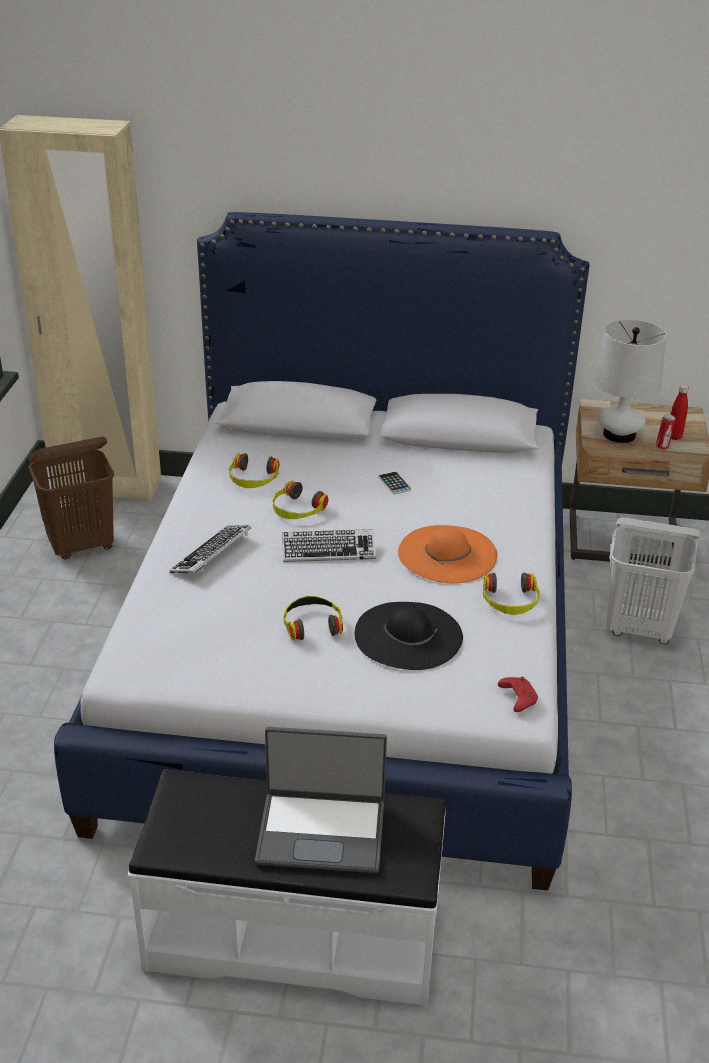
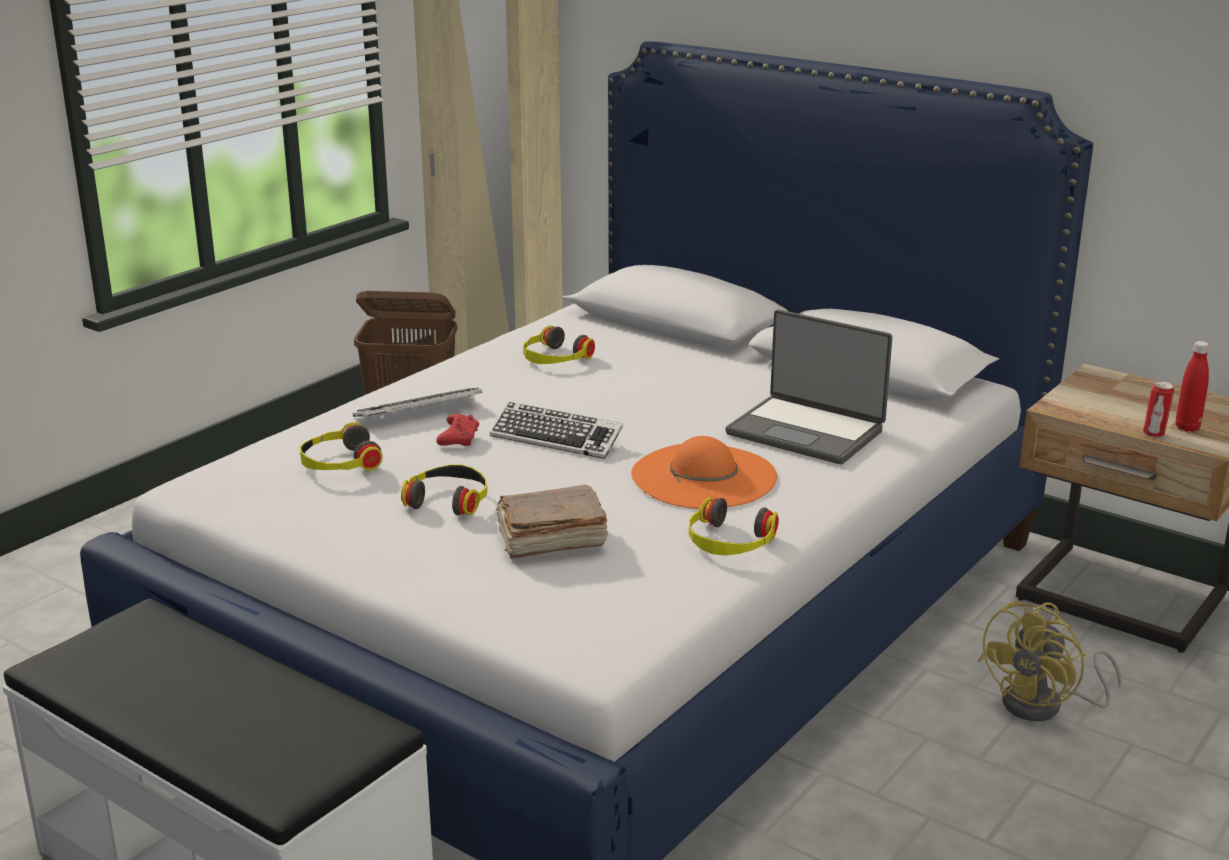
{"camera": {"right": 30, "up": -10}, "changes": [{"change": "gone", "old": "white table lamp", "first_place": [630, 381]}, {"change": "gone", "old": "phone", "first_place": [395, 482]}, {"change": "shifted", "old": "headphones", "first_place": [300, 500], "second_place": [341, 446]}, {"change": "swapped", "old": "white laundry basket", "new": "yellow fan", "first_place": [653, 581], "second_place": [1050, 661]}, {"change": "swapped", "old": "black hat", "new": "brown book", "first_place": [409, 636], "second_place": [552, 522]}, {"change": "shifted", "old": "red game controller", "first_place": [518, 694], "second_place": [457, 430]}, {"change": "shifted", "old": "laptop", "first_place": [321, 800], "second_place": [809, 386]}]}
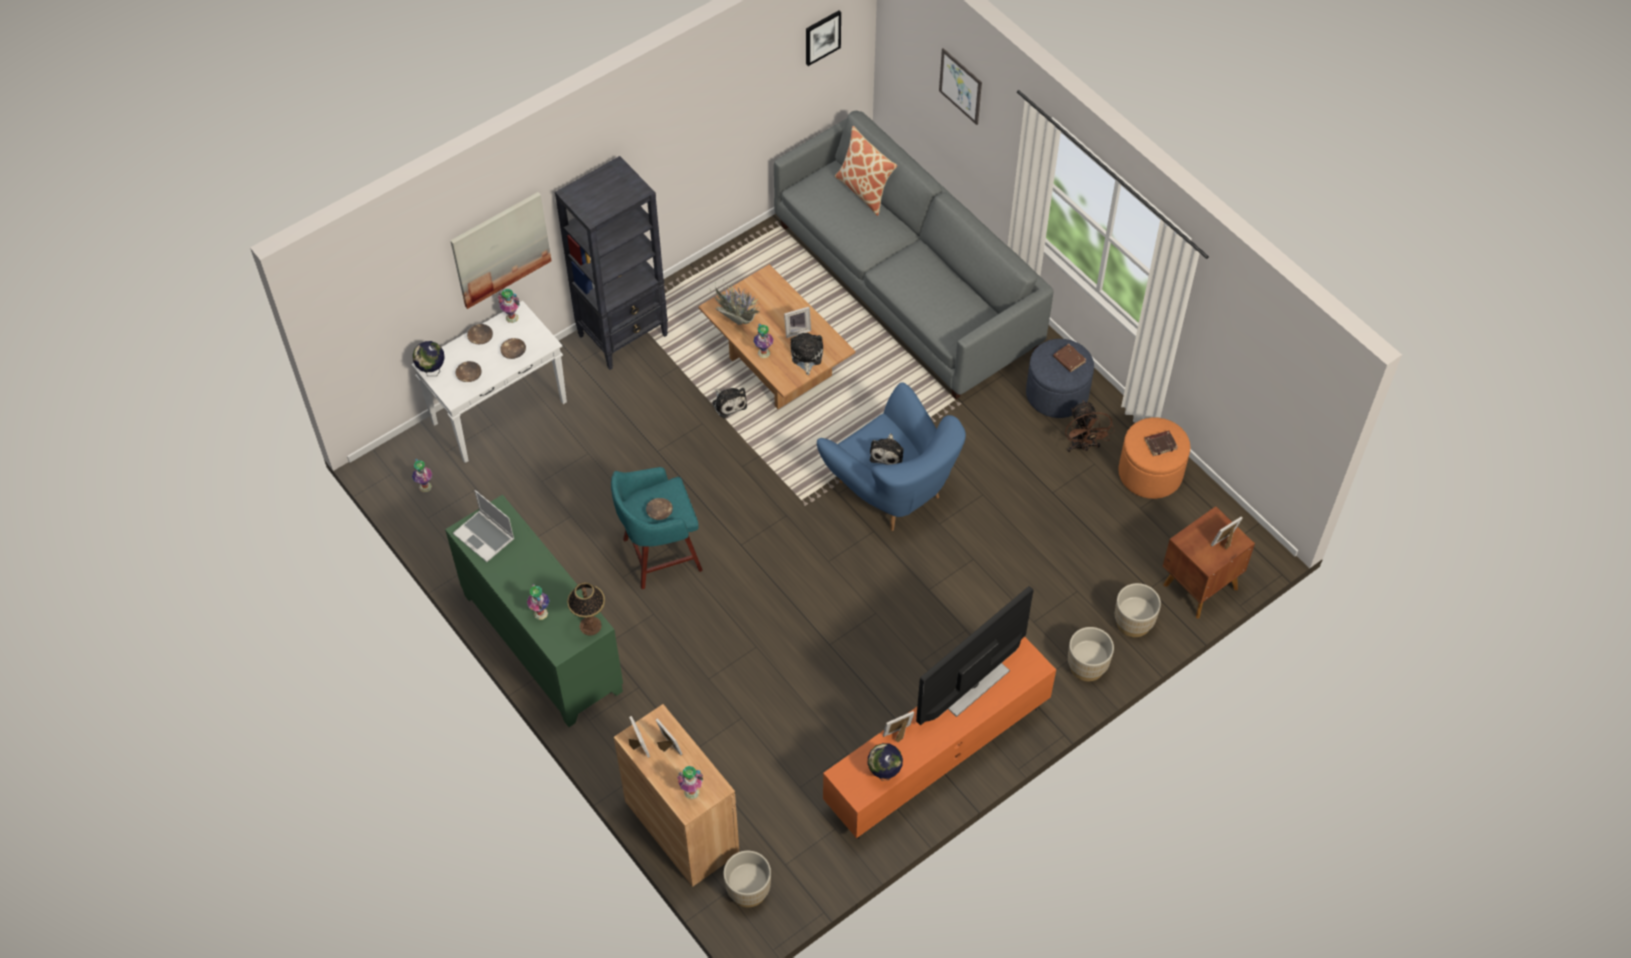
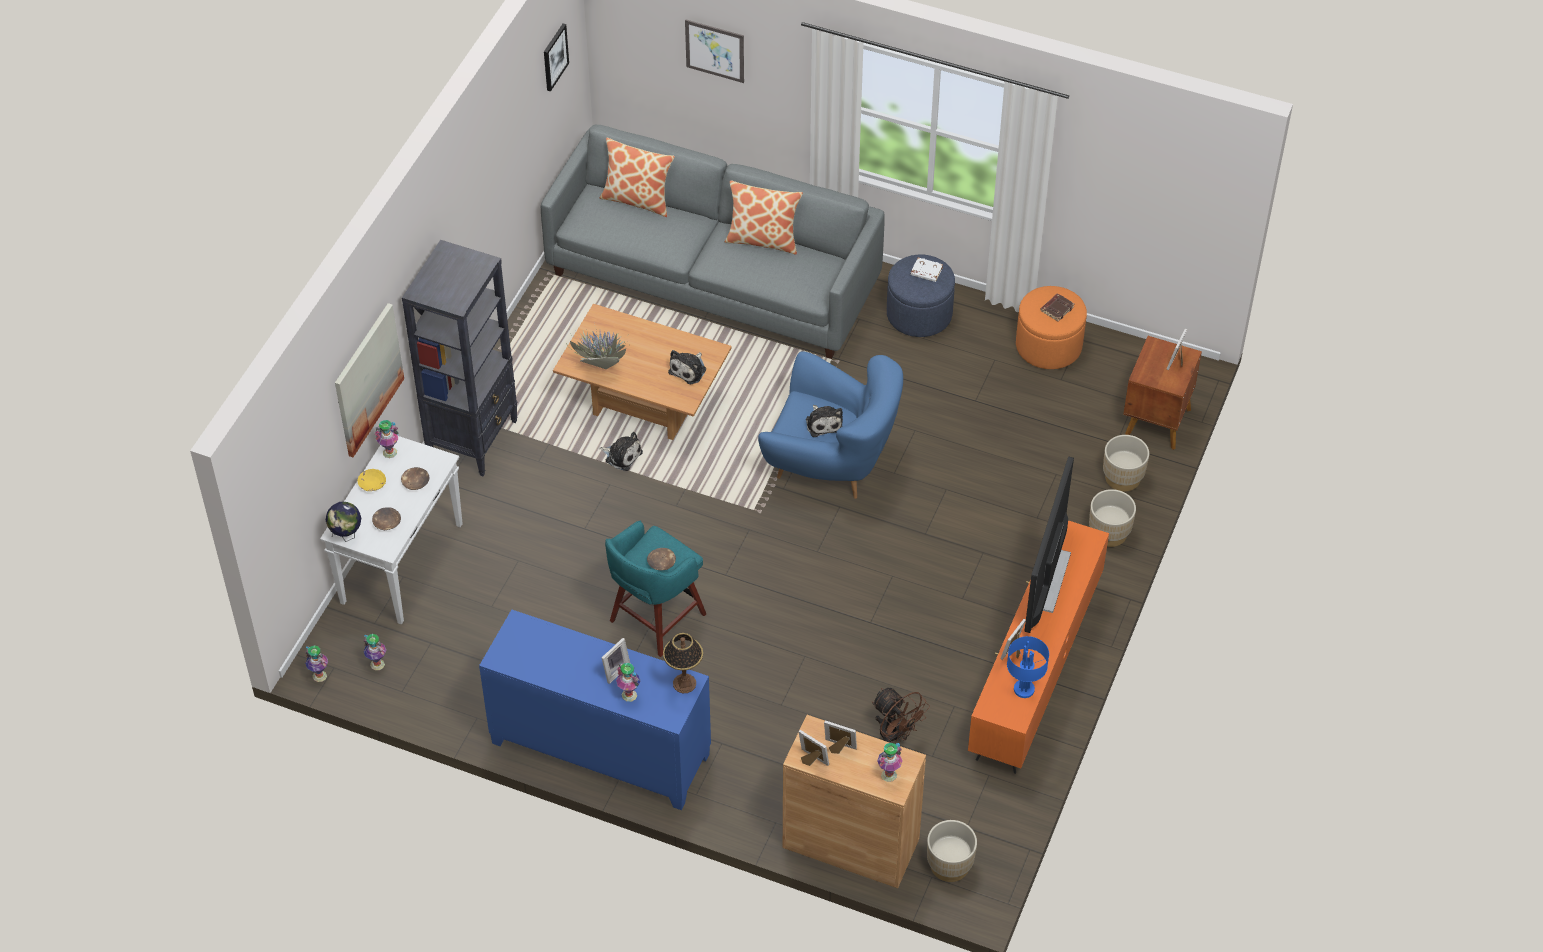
{"camera": {"right": -30, "up": -5}, "changes": [{"change": "shifted", "old": "picture frame", "first_place": [797, 322], "second_place": [616, 661]}, {"change": "repainted", "old": "brown bowl", "new": "yellow bowl", "first_place": [480, 334], "second_place": [371, 480]}, {"change": "shifted", "old": "vase", "first_place": [763, 341], "second_place": [316, 663]}, {"change": "rotated", "old": "plush toy", "first_place": [806, 354], "second_place": [687, 367], "degrees": -120}, {"change": "repainted", "old": "brown book", "new": "white book", "first_place": [1069, 358], "second_place": [927, 269]}, {"change": "shifted", "old": "brown fan", "first_place": [1090, 426], "second_place": [901, 715]}, {"change": "gone", "old": "laptop", "first_place": [483, 526]}, {"change": "repainted", "old": "green cabinet", "new": "blue cabinet", "first_place": [534, 610], "second_place": [595, 710]}, {"change": "swapped", "old": "globe", "new": "blue table lamp", "first_place": [885, 761], "second_place": [1028, 667]}, {"change": "new", "new": "pillow", "second_place": [764, 217]}]}
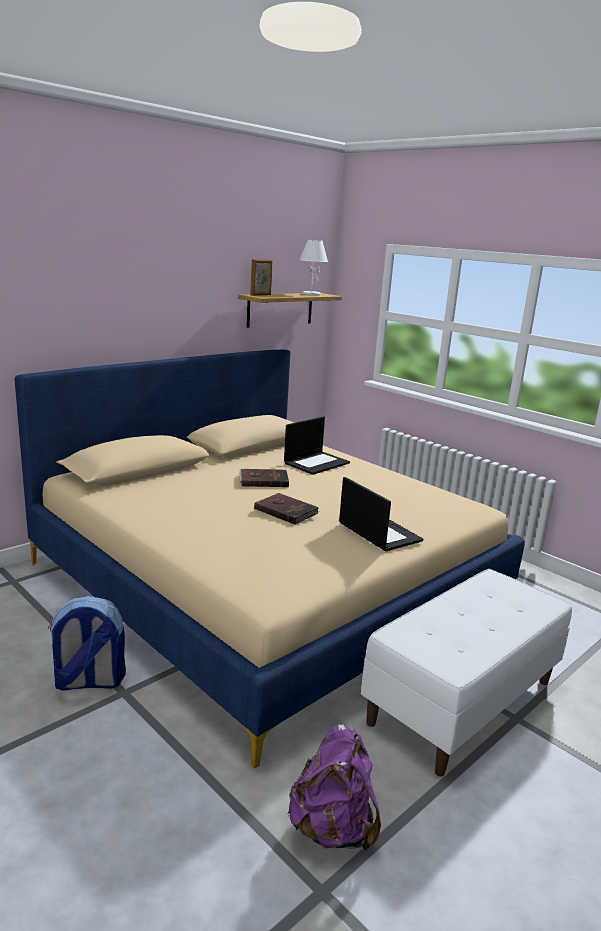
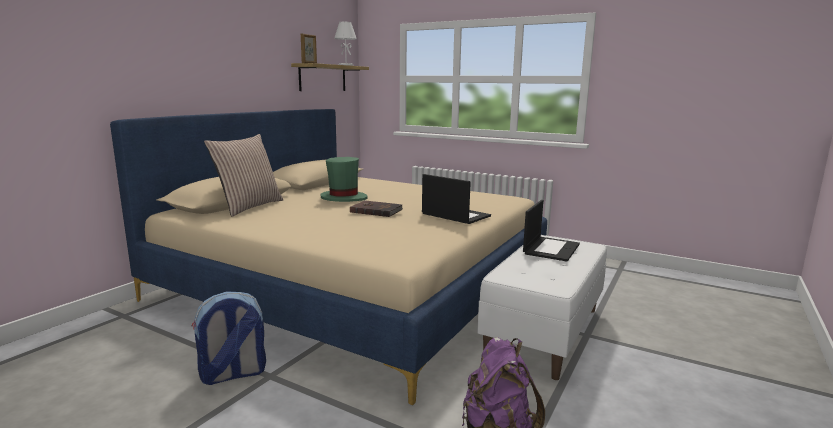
{"camera": {"right": -15, "up": -5}, "changes": [{"change": "shifted", "old": "laptop", "first_place": [317, 445], "second_place": [551, 231]}, {"change": "swapped", "old": "brown book", "new": "green hat", "first_place": [264, 478], "second_place": [344, 179]}, {"change": "new", "new": "pillow", "second_place": [243, 175]}]}
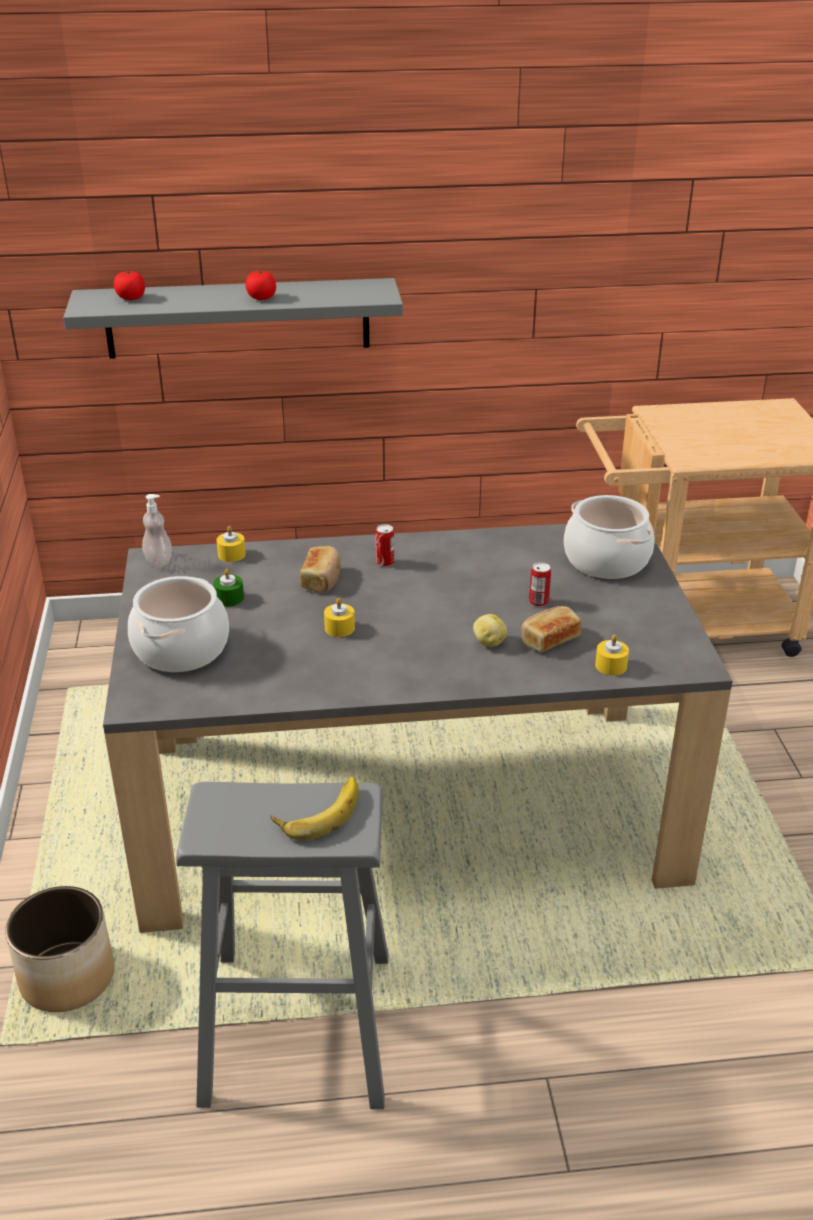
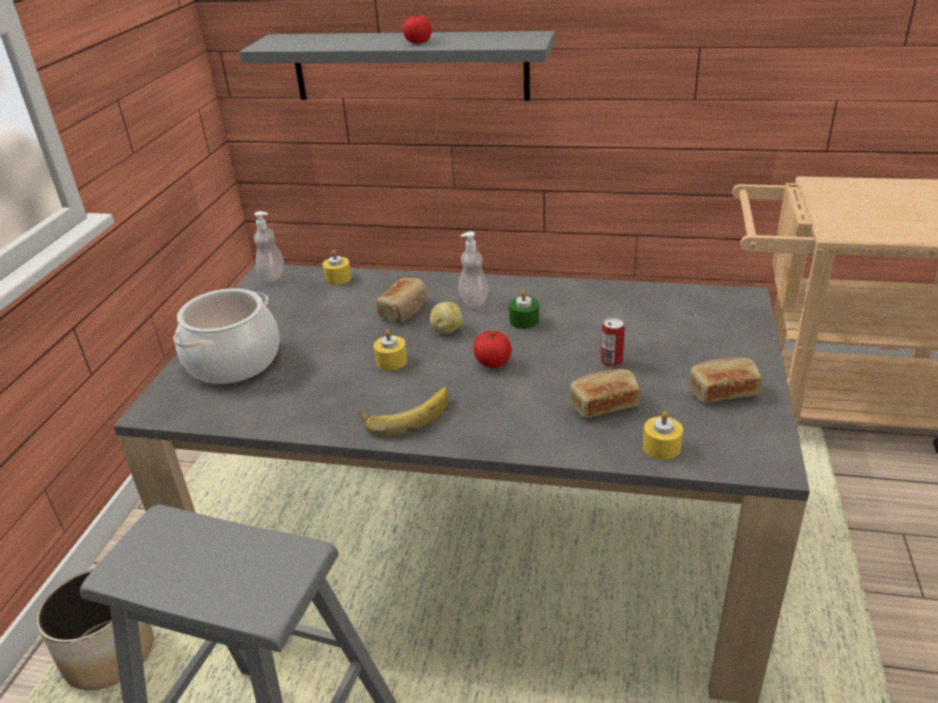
{"camera": {"right": 20, "up": 0}, "changes": [{"change": "shifted", "old": "tomato", "first_place": [129, 285], "second_place": [492, 349]}, {"change": "gone", "old": "cooking pot", "first_place": [609, 537]}, {"change": "swapped", "old": "can", "new": "soap dispenser", "first_place": [384, 545], "second_place": [473, 269]}, {"change": "shifted", "old": "green candle", "first_place": [228, 588], "second_place": [524, 309]}, {"change": "shifted", "old": "potato", "first_place": [490, 630], "second_place": [446, 318]}, {"change": "shifted", "old": "banana", "first_place": [315, 808], "second_place": [404, 411]}, {"change": "new", "new": "bread", "second_place": [725, 380]}]}
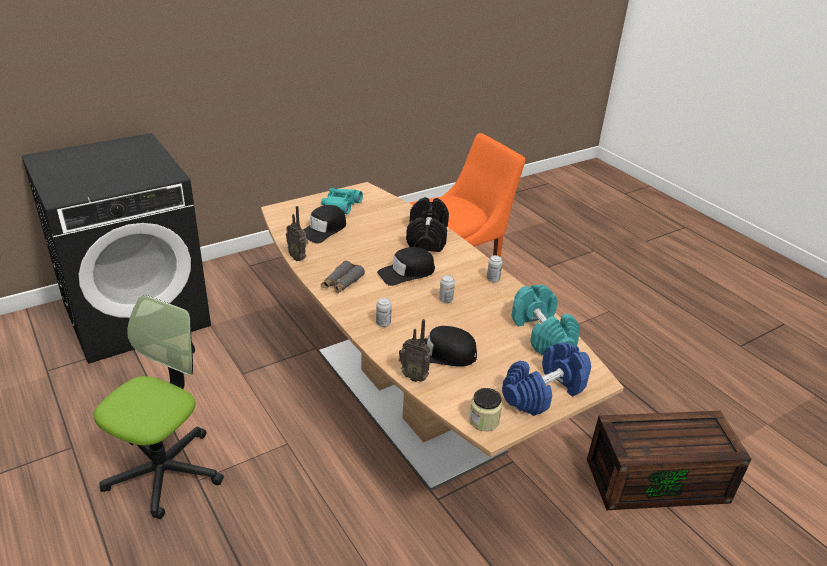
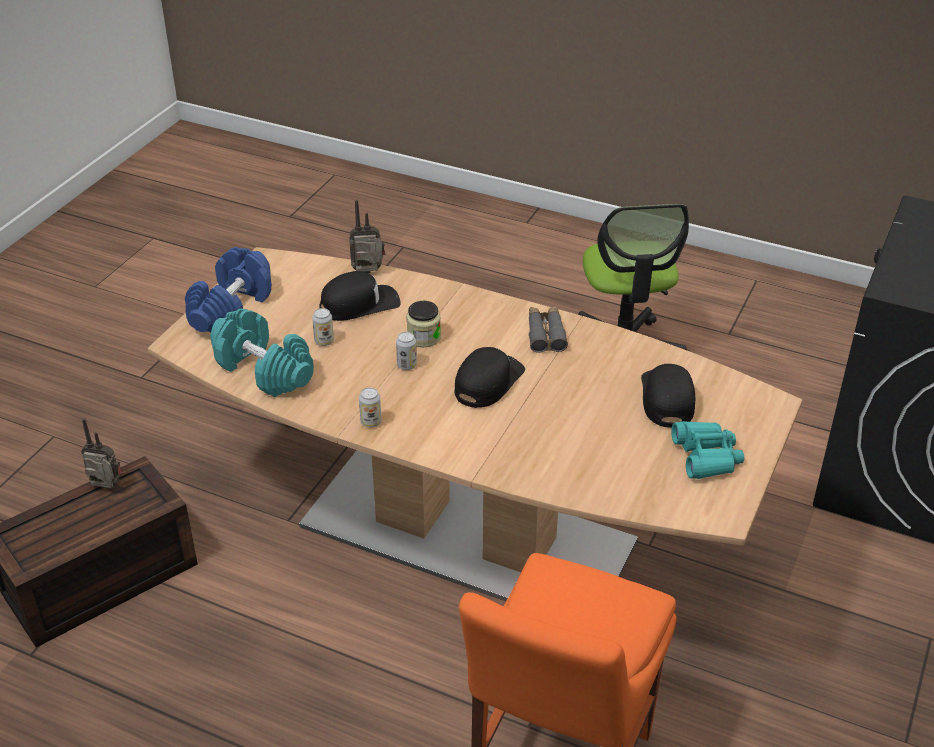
{"camera": {"right": 150, "up": 5}, "changes": [{"change": "gone", "old": "black dumbbell", "first_place": [427, 224]}, {"change": "shifted", "old": "radio", "first_place": [297, 233], "second_place": [101, 453]}, {"change": "shifted", "old": "can", "first_place": [384, 312], "second_place": [323, 327]}, {"change": "shifted", "old": "jar", "first_place": [485, 409], "second_place": [423, 324]}]}
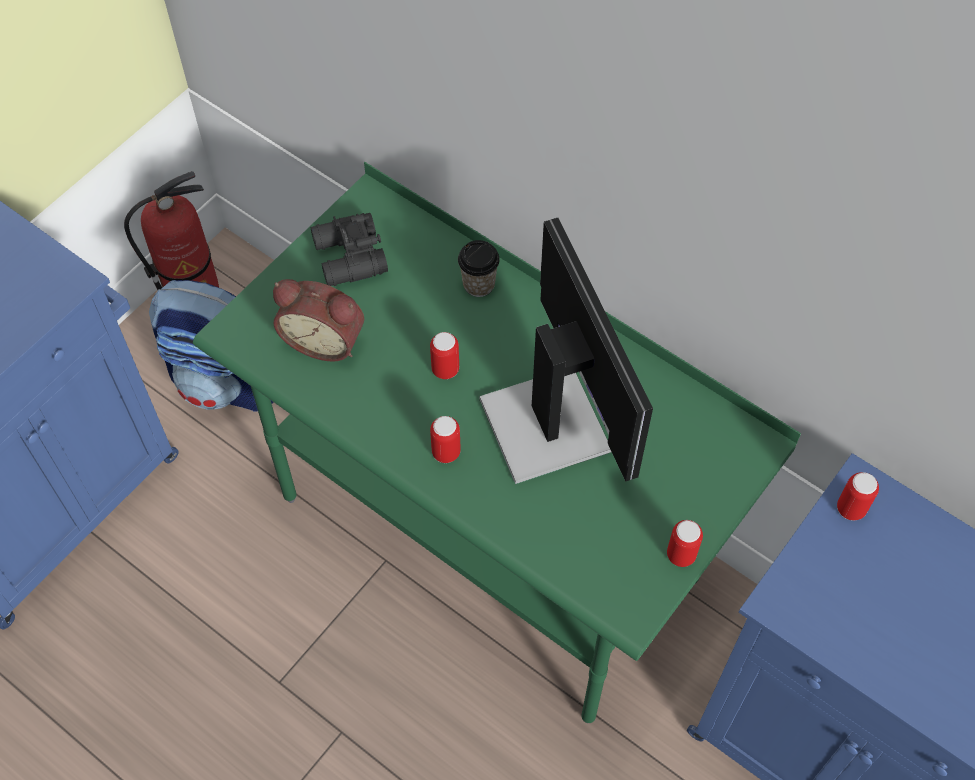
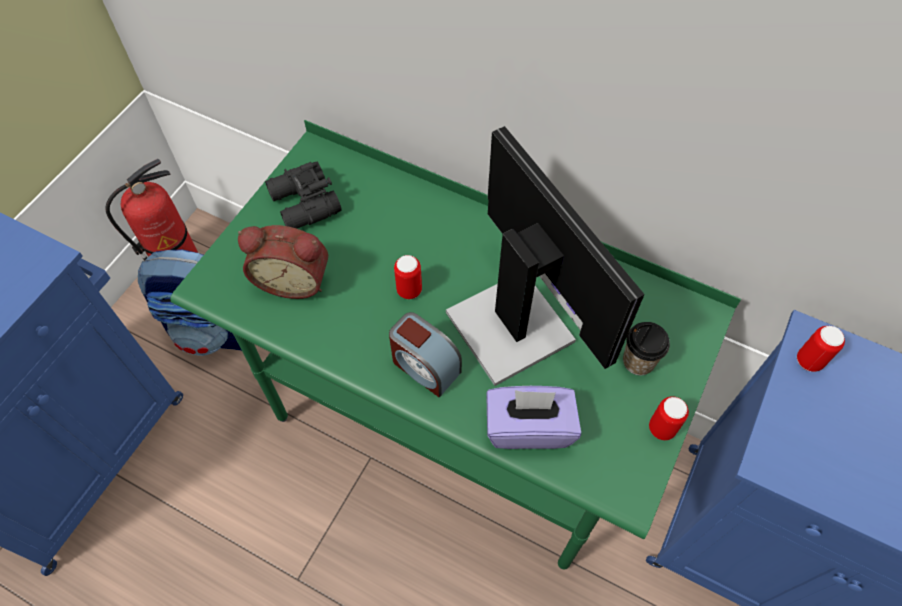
{"camera": {"right": -10, "up": 0}, "changes": [{"change": "shifted", "old": "cup", "first_place": [479, 268], "second_place": [646, 348]}, {"change": "swapped", "old": "can", "new": "alarm clock", "first_place": [445, 439], "second_place": [425, 354]}, {"change": "new", "new": "purple tissue box", "second_place": [533, 417]}]}
